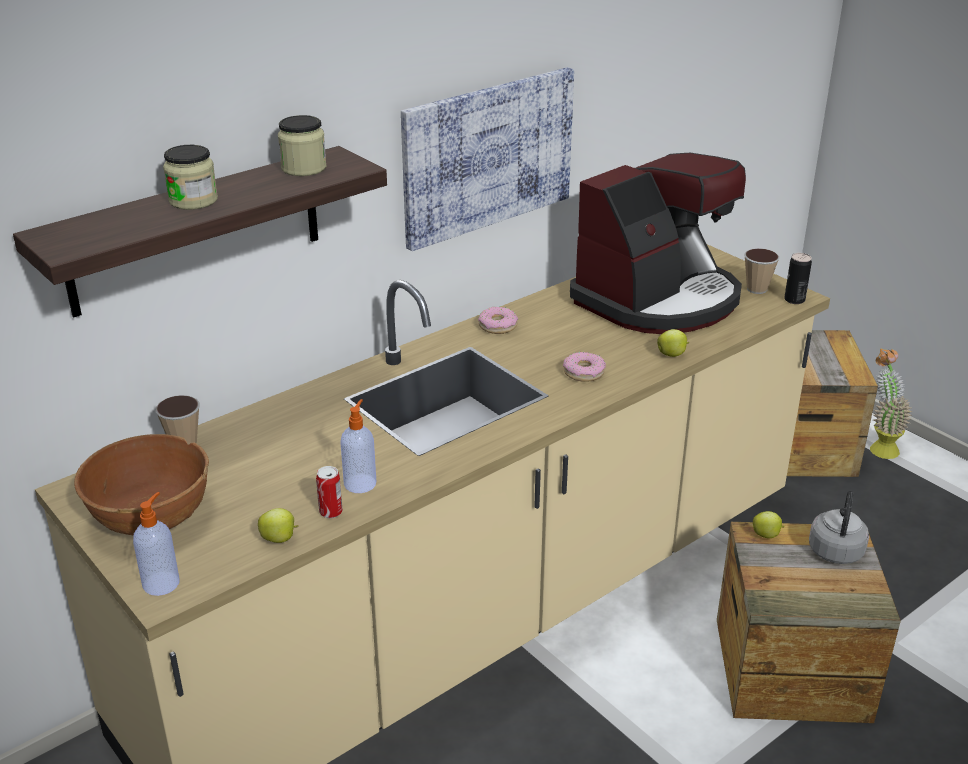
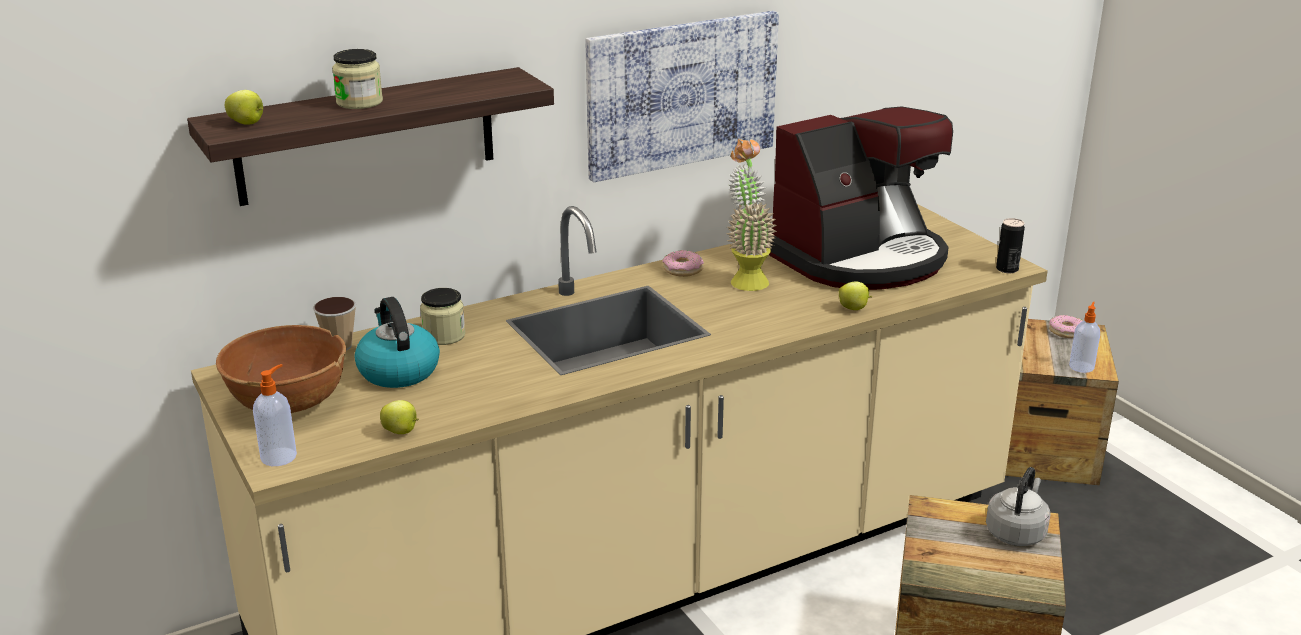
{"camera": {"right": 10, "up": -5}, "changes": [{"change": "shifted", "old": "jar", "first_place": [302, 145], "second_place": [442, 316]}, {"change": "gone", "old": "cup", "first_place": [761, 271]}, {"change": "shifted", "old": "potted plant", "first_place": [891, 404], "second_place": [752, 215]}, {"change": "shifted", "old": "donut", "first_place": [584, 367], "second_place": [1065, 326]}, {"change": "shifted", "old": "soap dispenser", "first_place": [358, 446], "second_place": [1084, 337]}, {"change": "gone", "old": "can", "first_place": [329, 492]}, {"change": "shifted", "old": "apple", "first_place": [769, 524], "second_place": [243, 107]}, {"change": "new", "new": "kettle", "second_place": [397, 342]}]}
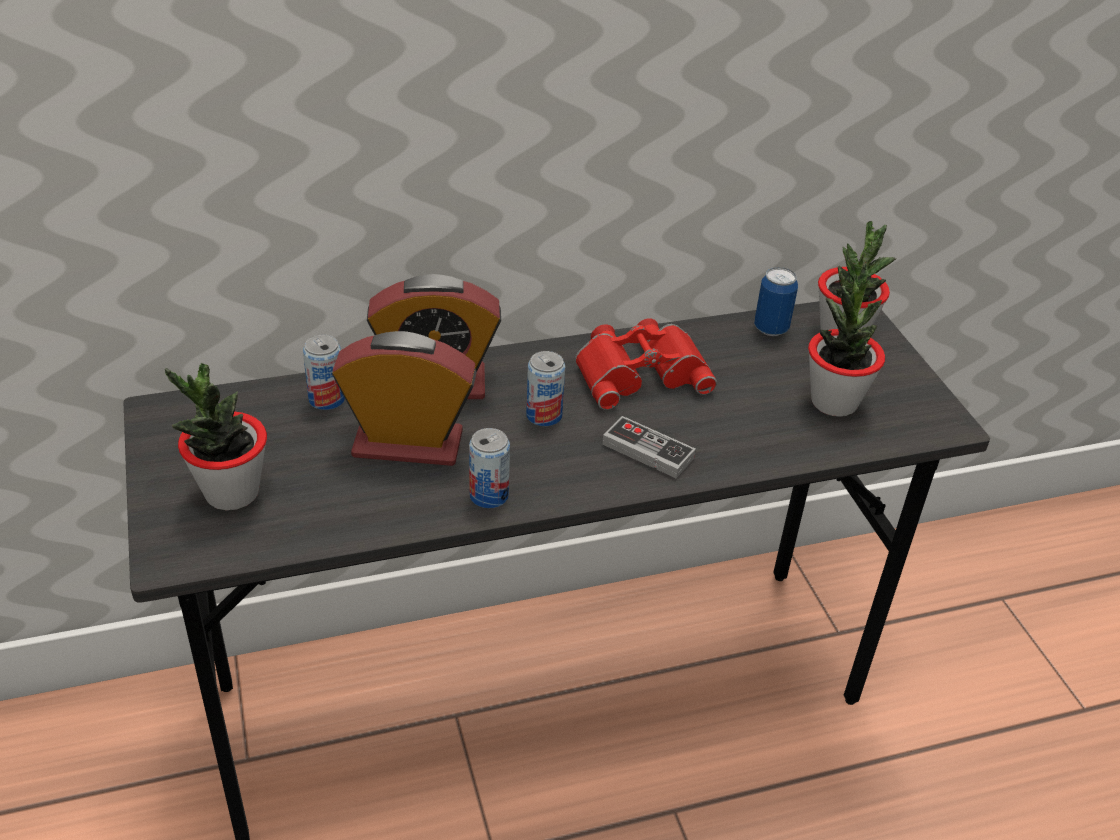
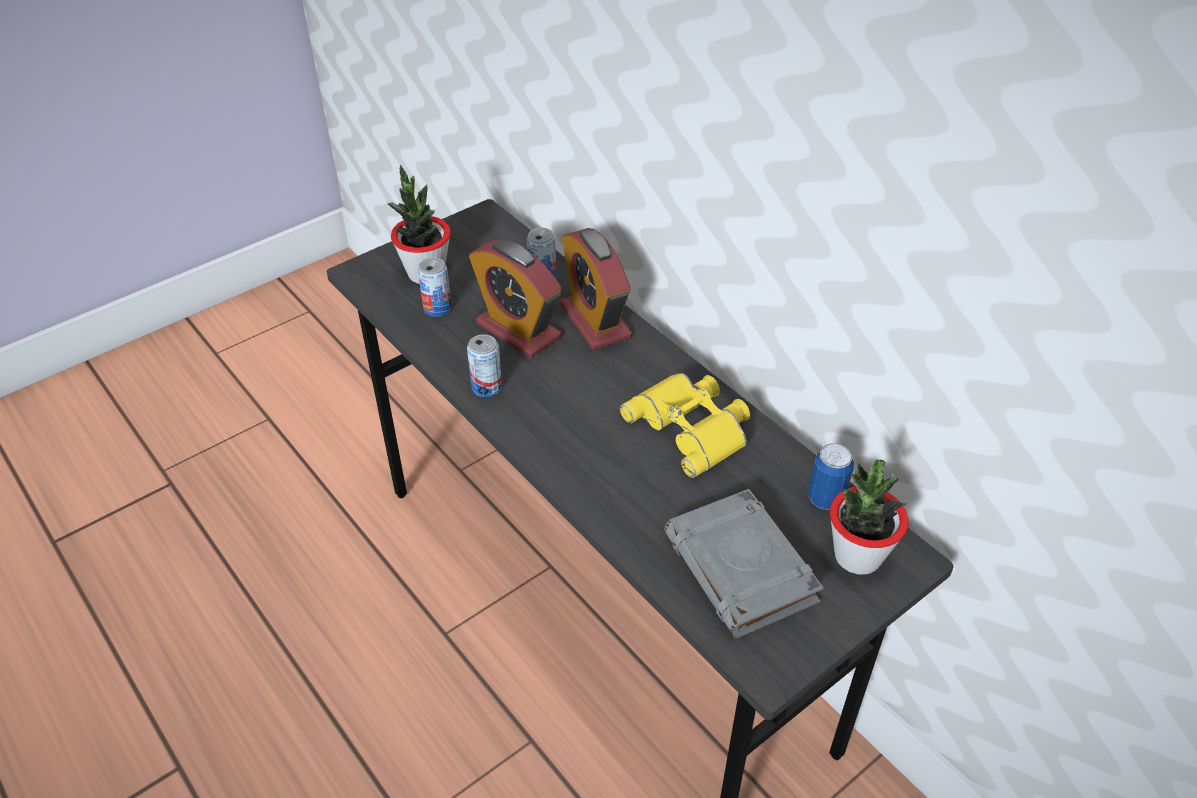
{"camera": {"right": 70, "up": 5}, "changes": [{"change": "swapped", "old": "potted plant", "new": "grey book", "first_place": [846, 340], "second_place": [744, 563]}, {"change": "repainted", "old": "red binoculars", "new": "yellow binoculars", "first_place": [646, 364], "second_place": [685, 425]}, {"change": "rotated", "old": "alarm clock", "first_place": [404, 398], "second_place": [515, 298], "degrees": 150}, {"change": "shifted", "old": "can", "first_place": [545, 388], "second_place": [435, 287]}, {"change": "gone", "old": "game controller", "first_place": [649, 447]}]}
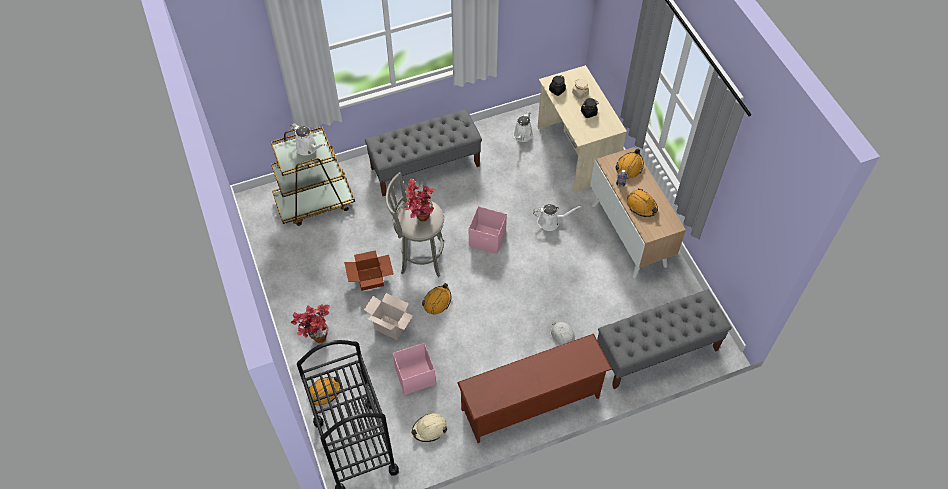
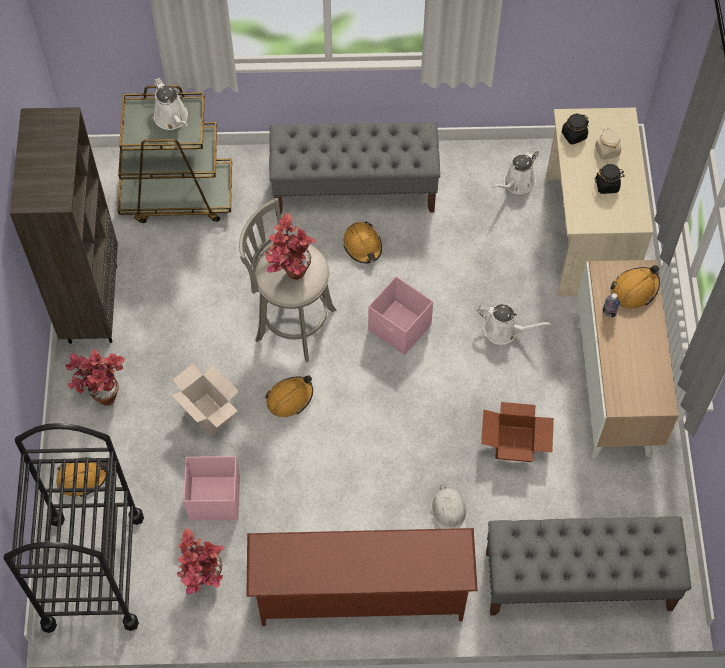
{"camera": {"right": 20, "up": 5}, "changes": [{"change": "shifted", "old": "orange hard hat", "first_place": [642, 203], "second_place": [362, 242]}, {"change": "shifted", "old": "cardboard box", "first_place": [369, 270], "second_place": [517, 432]}, {"change": "swapped", "old": "beige hard hat", "new": "potted plant", "first_place": [429, 427], "second_place": [201, 561]}, {"change": "new", "new": "brown bookcase", "second_place": [64, 225]}]}
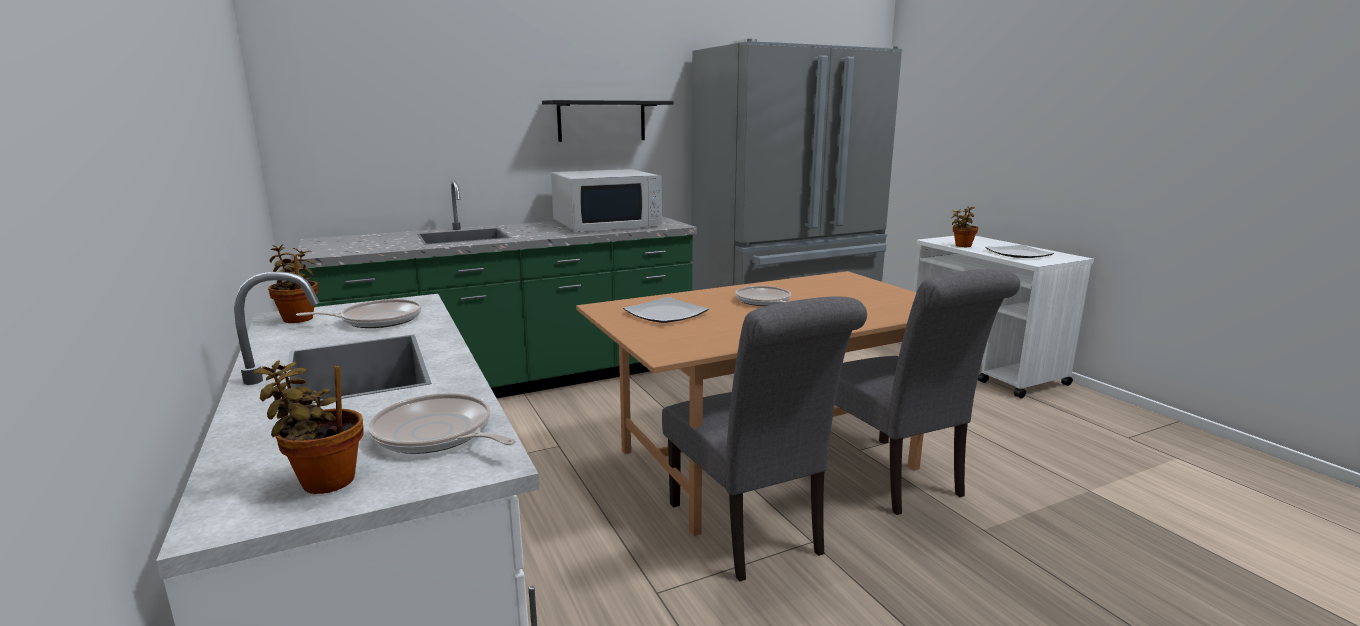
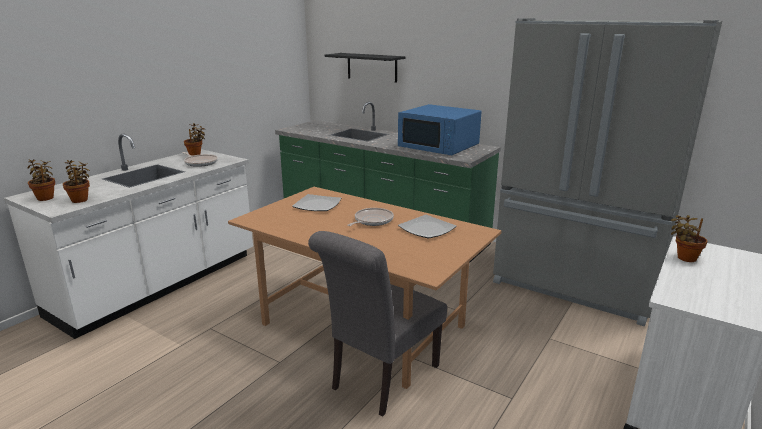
{"camera": {"right": 60, "up": 5}, "changes": [{"change": "shifted", "old": "black shelf", "first_place": [607, 121], "second_place": [365, 68]}, {"change": "repainted", "old": "white microwave", "new": "blue microwave", "first_place": [606, 200], "second_place": [440, 130]}, {"change": "shifted", "old": "plate", "first_place": [1019, 251], "second_place": [427, 226]}, {"change": "gone", "old": "grey chair", "first_place": [764, 439]}, {"change": "swapped", "old": "frying pan", "new": "potted plant", "first_place": [442, 423], "second_place": [76, 181]}]}
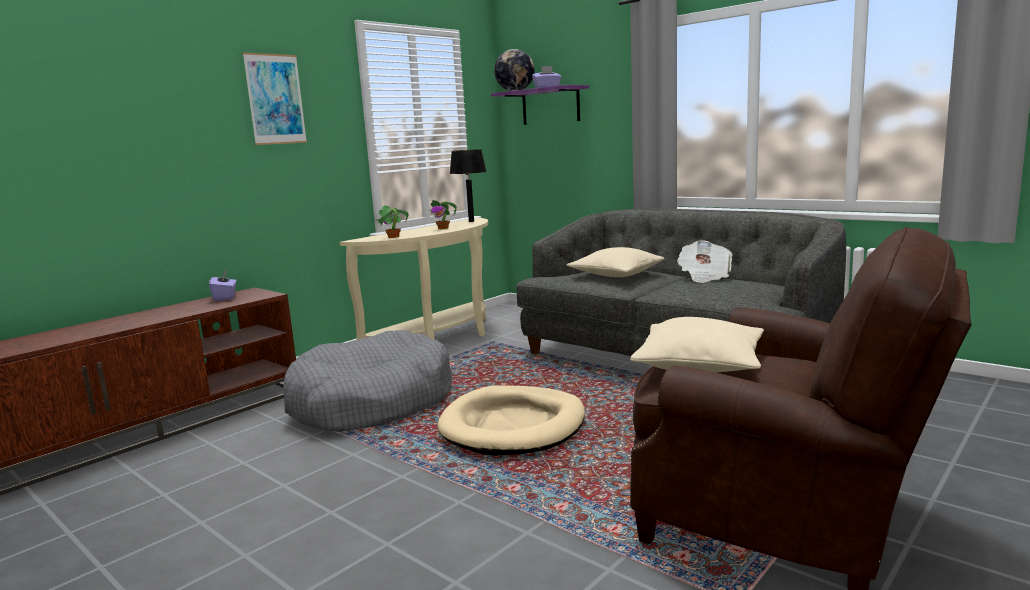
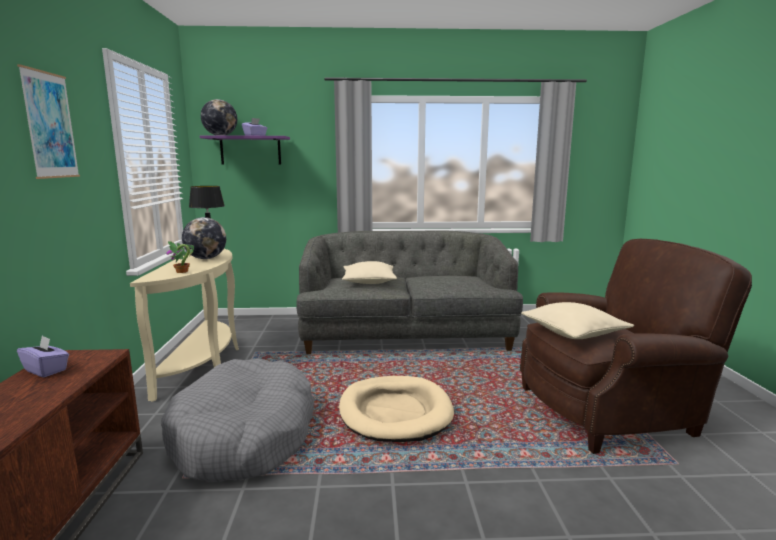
{"camera": {"right": -45, "up": 0}, "changes": [{"change": "swapped", "old": "potted plant", "new": "globe", "first_place": [443, 214], "second_place": [204, 238]}, {"change": "gone", "old": "newspaper", "first_place": [704, 261]}]}
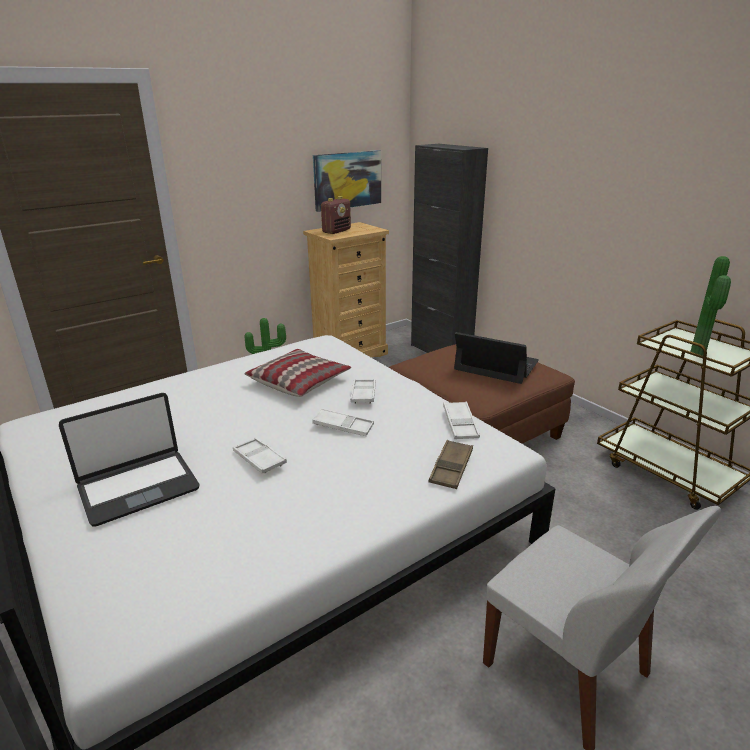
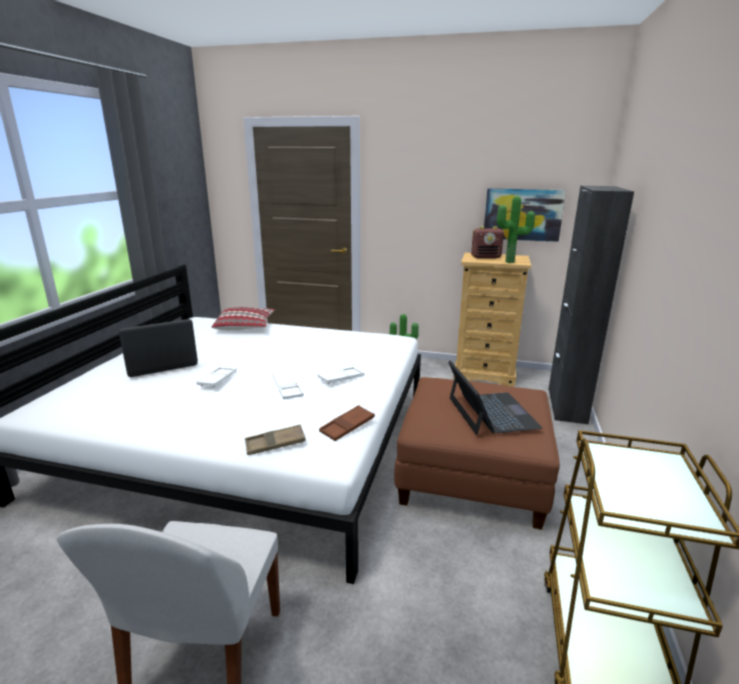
{"camera": {"right": 50, "up": -5}, "changes": [{"change": "shifted", "old": "potted plant", "first_place": [710, 306], "second_place": [516, 229]}, {"change": "shifted", "old": "pillow", "first_place": [297, 373], "second_place": [242, 318]}, {"change": "rotated", "old": "laptop", "first_place": [129, 460], "second_place": [158, 348], "degrees": 135}, {"change": "repainted", "old": "white tray", "new": "brown tray", "first_place": [461, 420], "second_place": [347, 423]}]}
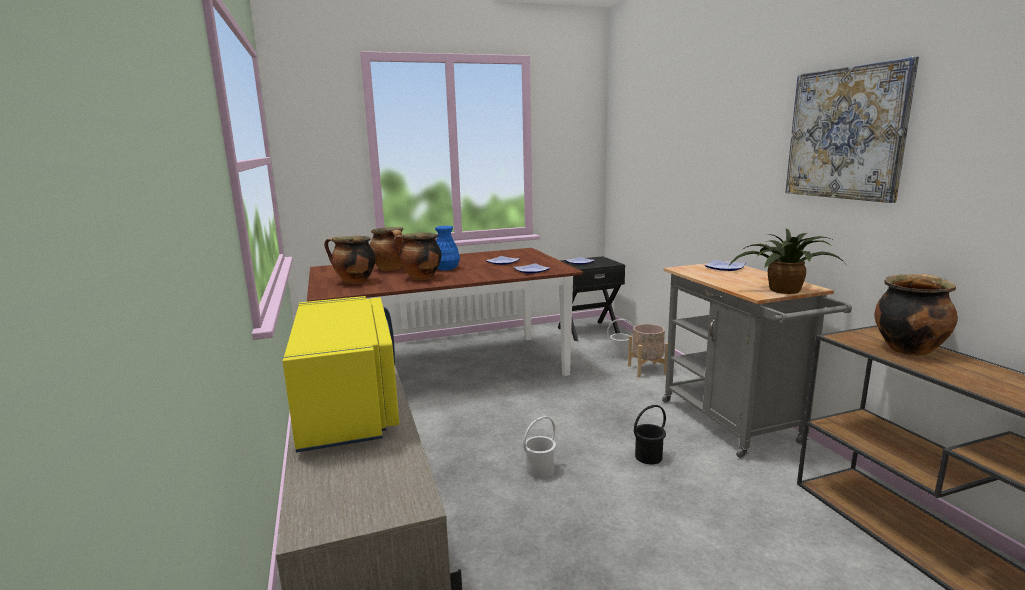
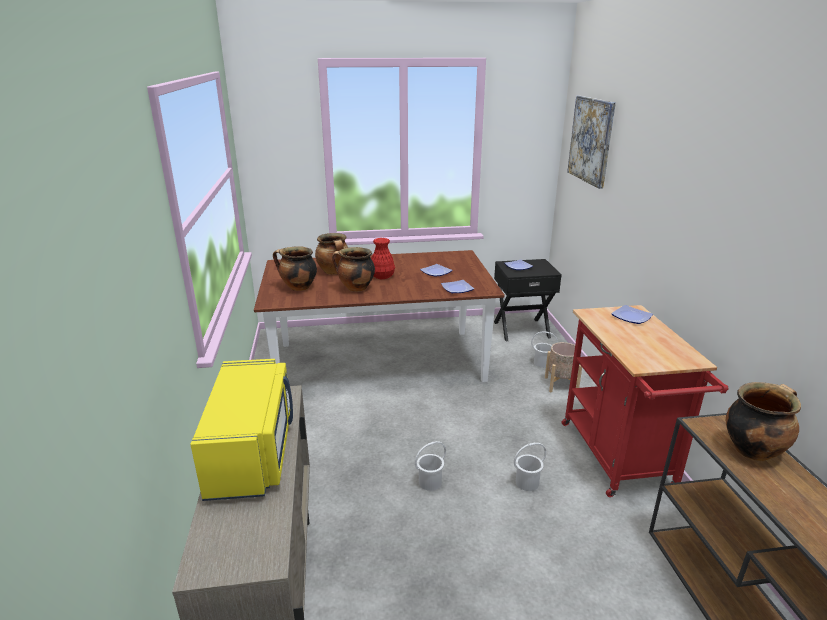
{"camera": {"right": 10, "up": 10}, "changes": [{"change": "shifted", "old": "picture", "first_place": [852, 129], "second_place": [591, 142]}, {"change": "repainted", "old": "blue vase", "new": "red vase", "first_place": [447, 248], "second_place": [383, 258]}, {"change": "gone", "old": "potted plant", "first_place": [787, 261]}, {"change": "repainted", "old": "grey cart", "new": "red cart", "first_place": [757, 359], "second_place": [645, 401]}, {"change": "repainted", "old": "black bucket", "new": "white bucket", "first_place": [650, 434], "second_place": [530, 467]}]}
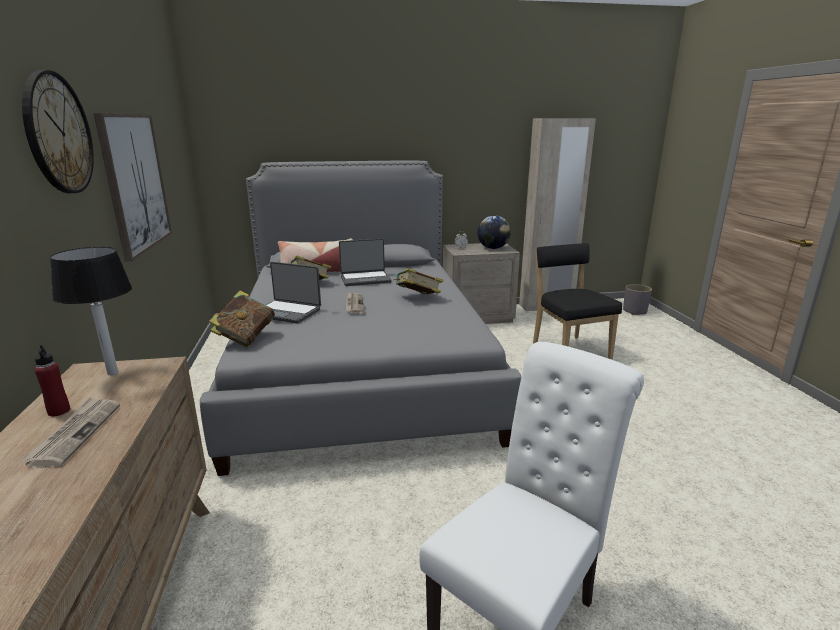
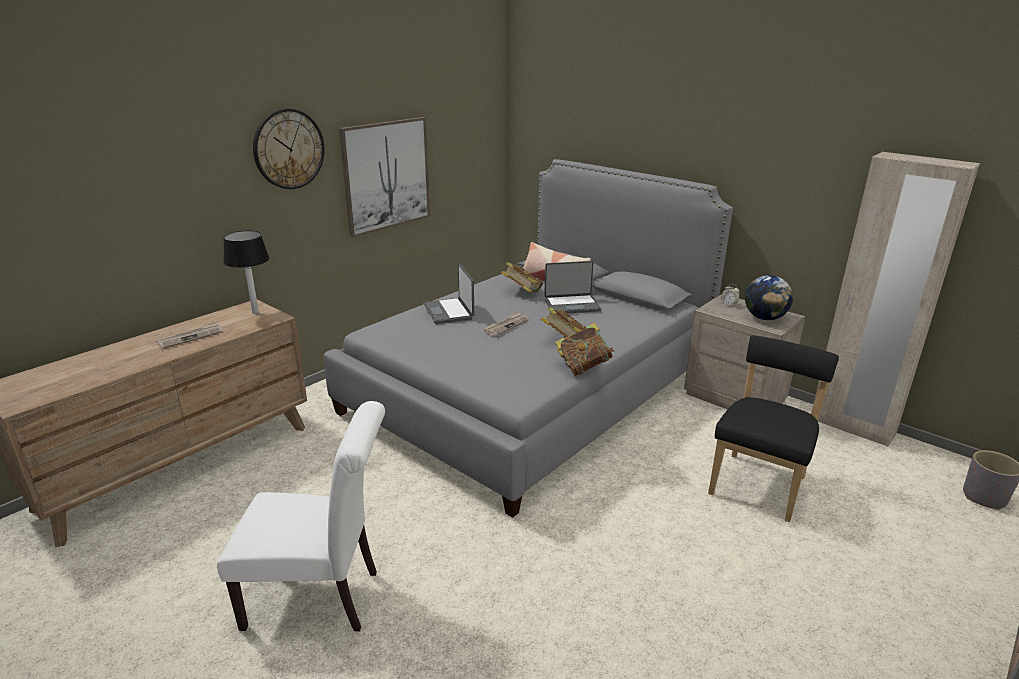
{"camera": {"right": 50, "up": 5}, "changes": [{"change": "rotated", "old": "laptop", "first_place": [365, 262], "second_place": [572, 287], "degrees": -45}, {"change": "shifted", "old": "book", "first_place": [242, 318], "second_place": [585, 349]}, {"change": "gone", "old": "red bottle", "first_place": [52, 380]}]}
